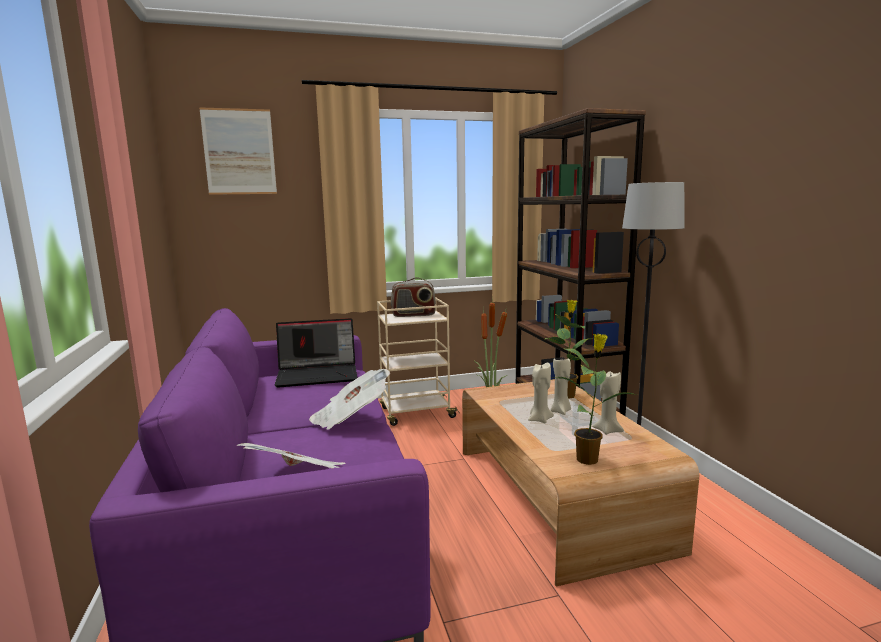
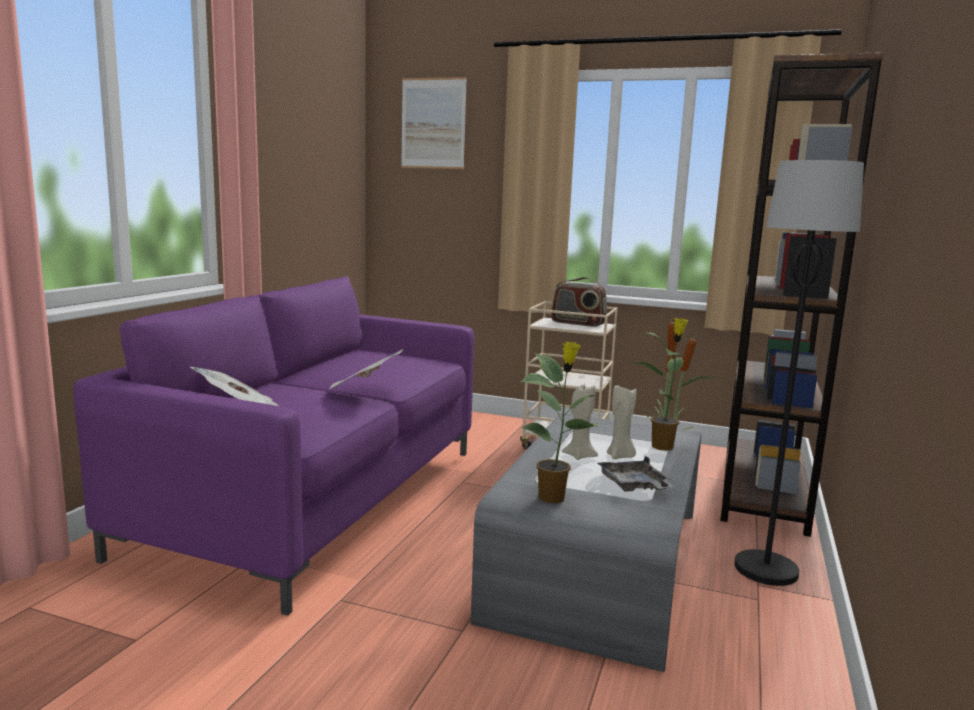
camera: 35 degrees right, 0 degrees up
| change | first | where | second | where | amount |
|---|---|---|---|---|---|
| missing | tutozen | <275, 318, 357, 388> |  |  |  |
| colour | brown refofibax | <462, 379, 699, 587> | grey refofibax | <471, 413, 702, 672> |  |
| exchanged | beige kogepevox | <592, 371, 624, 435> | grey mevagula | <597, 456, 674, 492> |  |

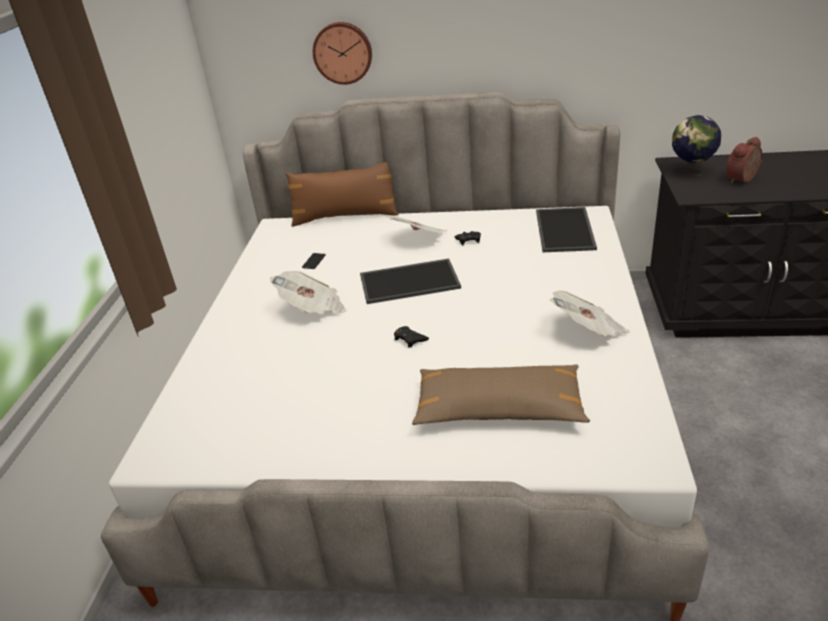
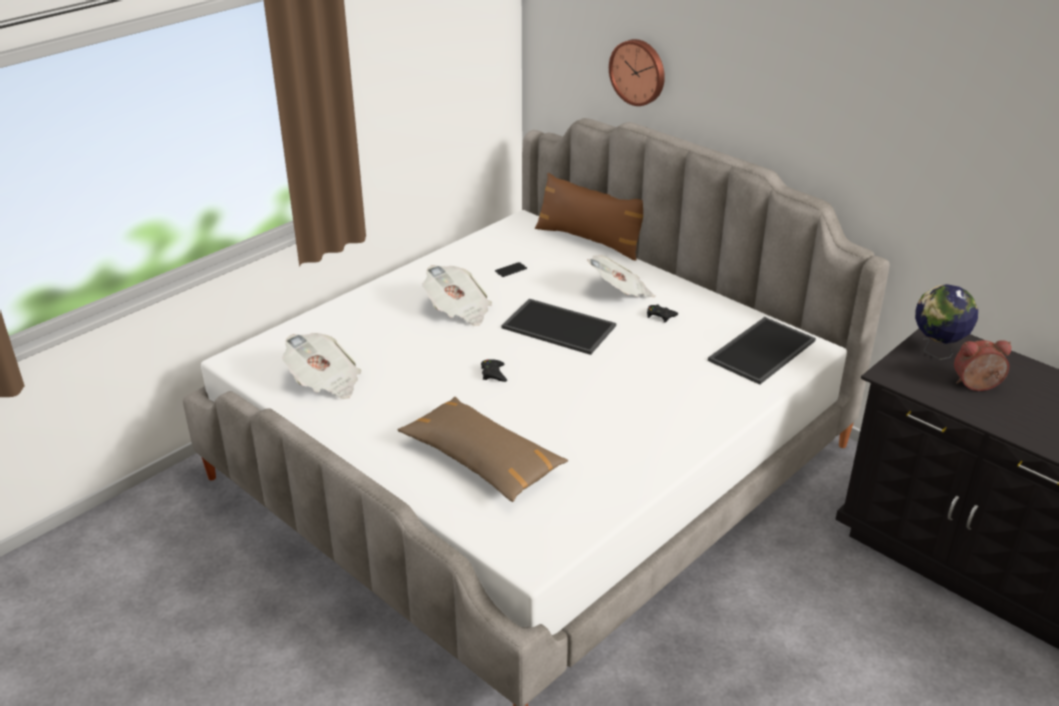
camera: 35 degrees right, 0 degrees up
| change | first | where | second | where | amount |
|---|---|---|---|---|---|
| relocated | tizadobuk | <550, 291, 630, 337> |  | <282, 333, 362, 399> |  |

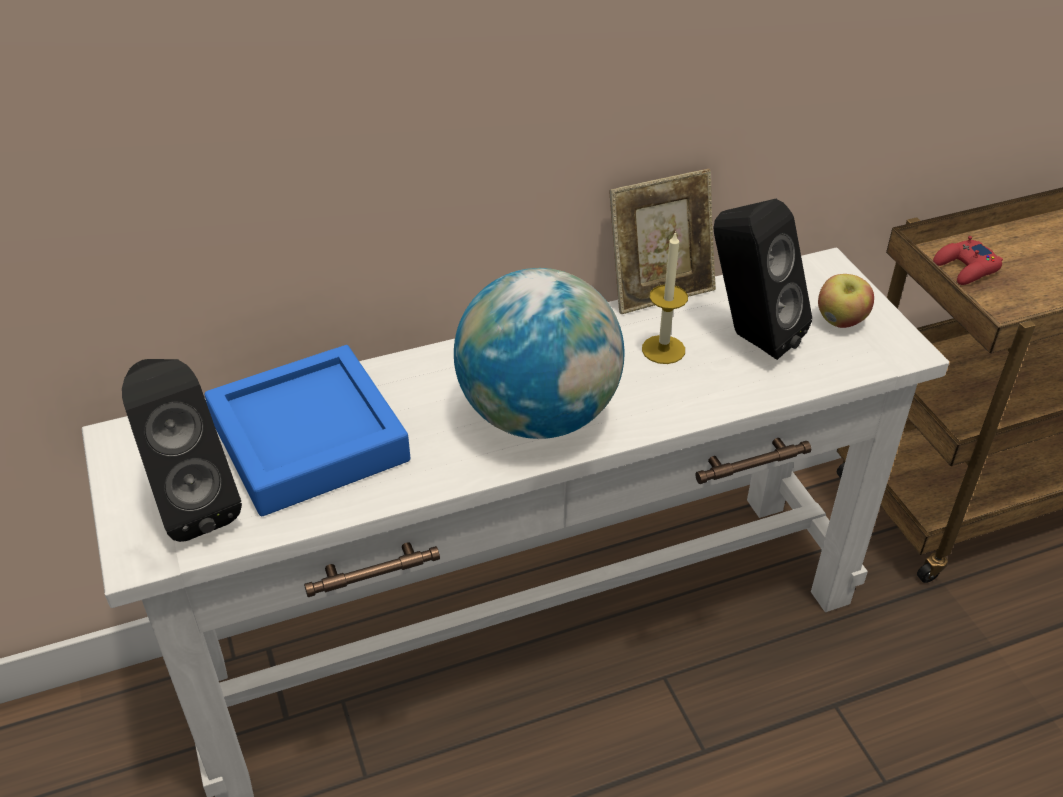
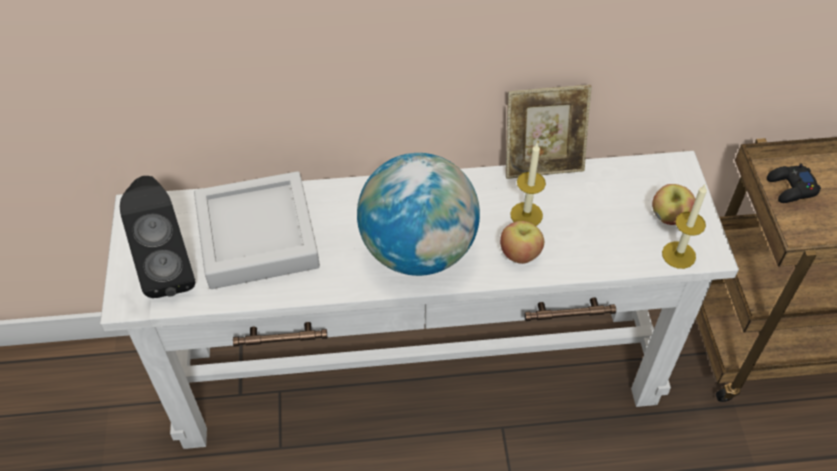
camera: 15 degrees right, 10 degrees up
| change | first | where | second | where | amount |
|---|---|---|---|---|---|
| colour | blue mevagula | <205, 345, 411, 516> | grey mevagula | <194, 171, 320, 289> |  |
| missing | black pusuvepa | <714, 199, 812, 360> |  |  |  |
| colour | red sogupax | <933, 236, 1003, 285> | black sogupax | <767, 163, 821, 203> |  |
| appeared |  |  | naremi | <500, 221, 544, 264> |  |
| appeared |  |  | kogepevox | <662, 185, 707, 269> |  |

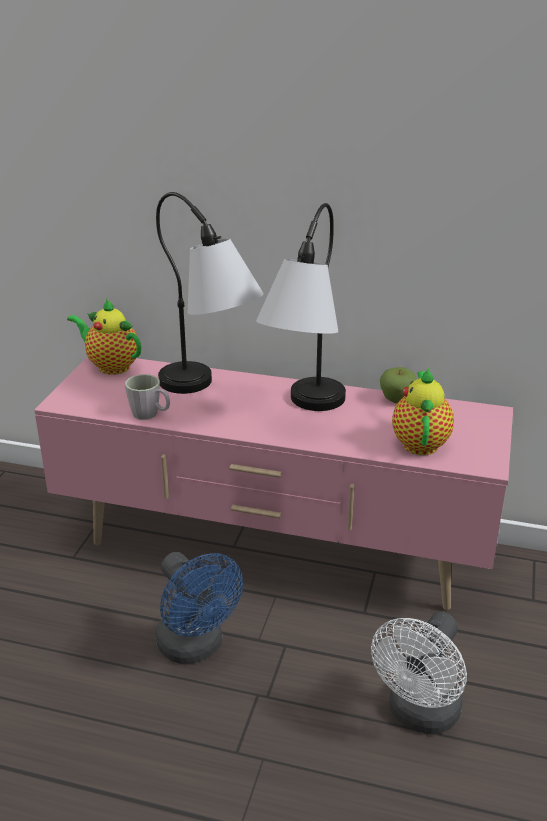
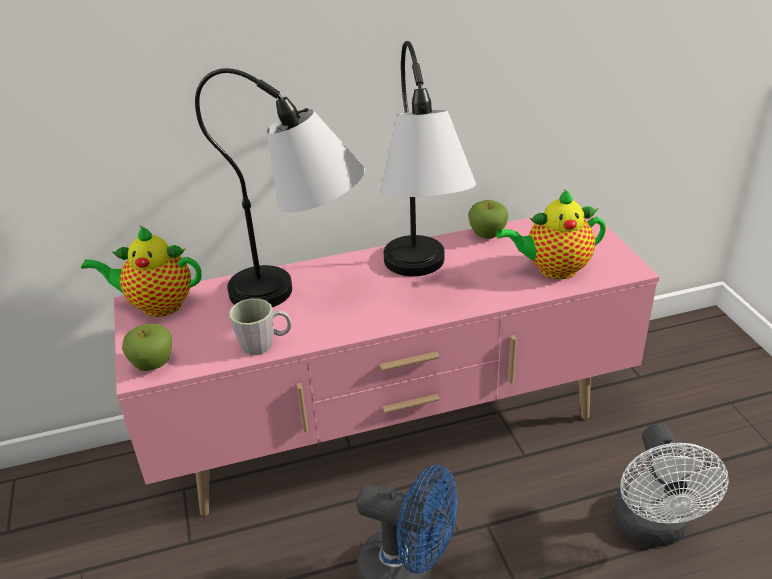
camera: 30 degrees left, 5 degrees up
| change | first | where | second | where | amount |
|---|---|---|---|---|---|
| spun | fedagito | <392, 367, 454, 455> |  | <496, 189, 606, 279> | 75 degrees counterclockwise |
| appeared |  |  | naremi | <122, 323, 172, 371> |  |

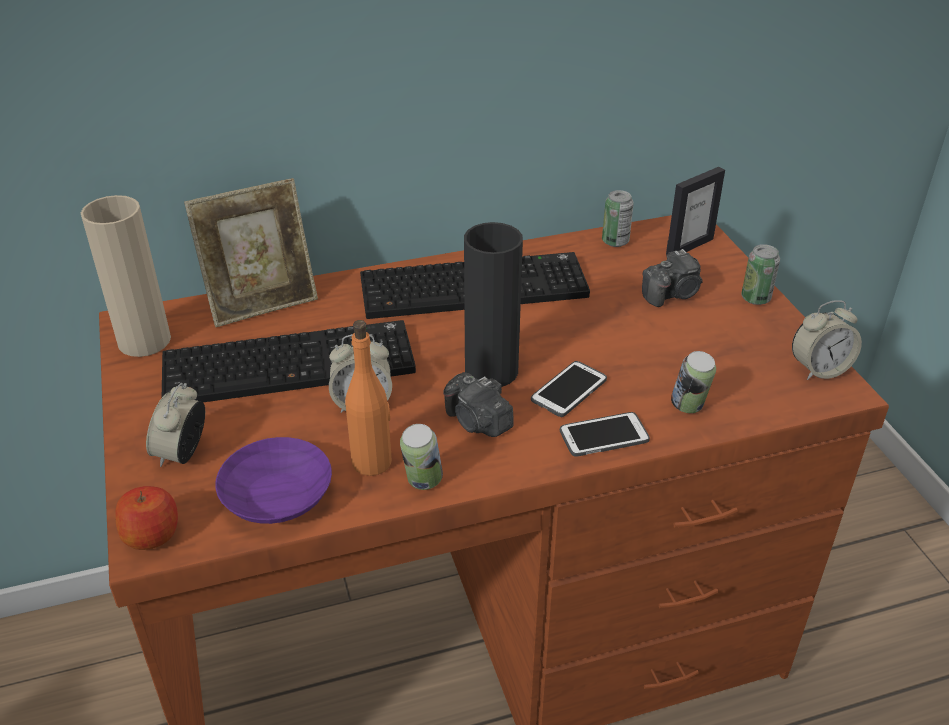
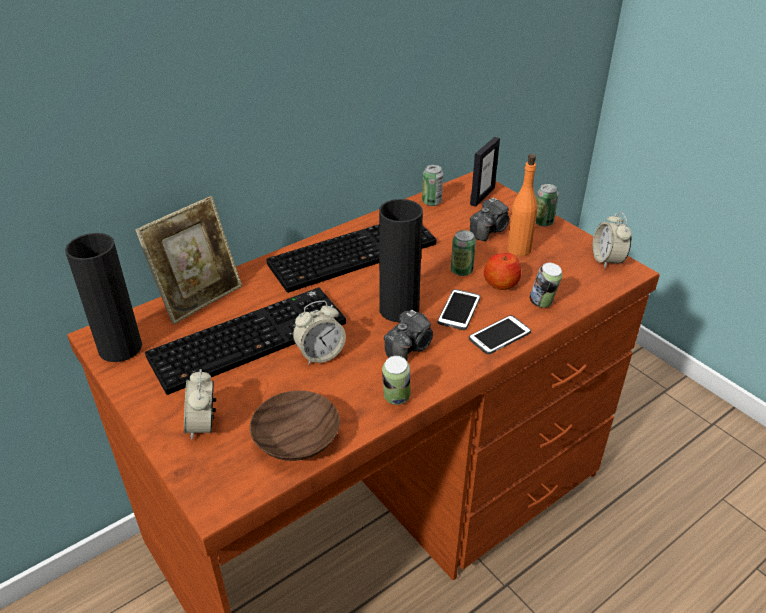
camera: 20 degrees left, 0 degrees up
| change | first | where | second | where | amount |
|---|---|---|---|---|---|
| colour | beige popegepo | <81, 195, 171, 357> | black popegepo | <65, 233, 142, 362> |  |
| relocated | naremi | <115, 486, 178, 550> |  | <484, 253, 521, 290> |  |
| colour | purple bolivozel | <215, 437, 332, 524> | brown bolivozel | <250, 391, 340, 461> |  |
| relocated | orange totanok | <345, 320, 392, 476> |  | <507, 154, 537, 256> |  |
| spun | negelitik | <443, 372, 514, 437> |  | <384, 310, 433, 361> | 75 degrees counterclockwise |
| spun | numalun | <792, 300, 862, 380> |  | <592, 212, 632, 268> | 120 degrees clockwise |
| appeared |  |  | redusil | <451, 230, 476, 276> |  |

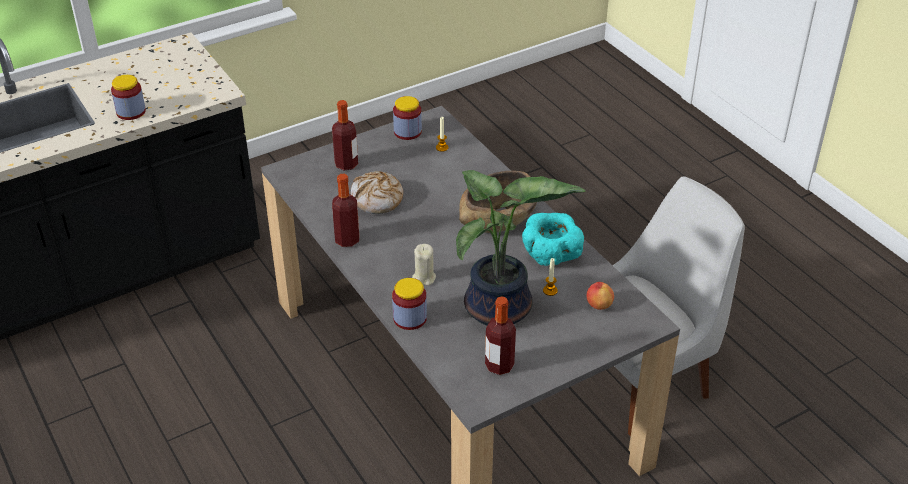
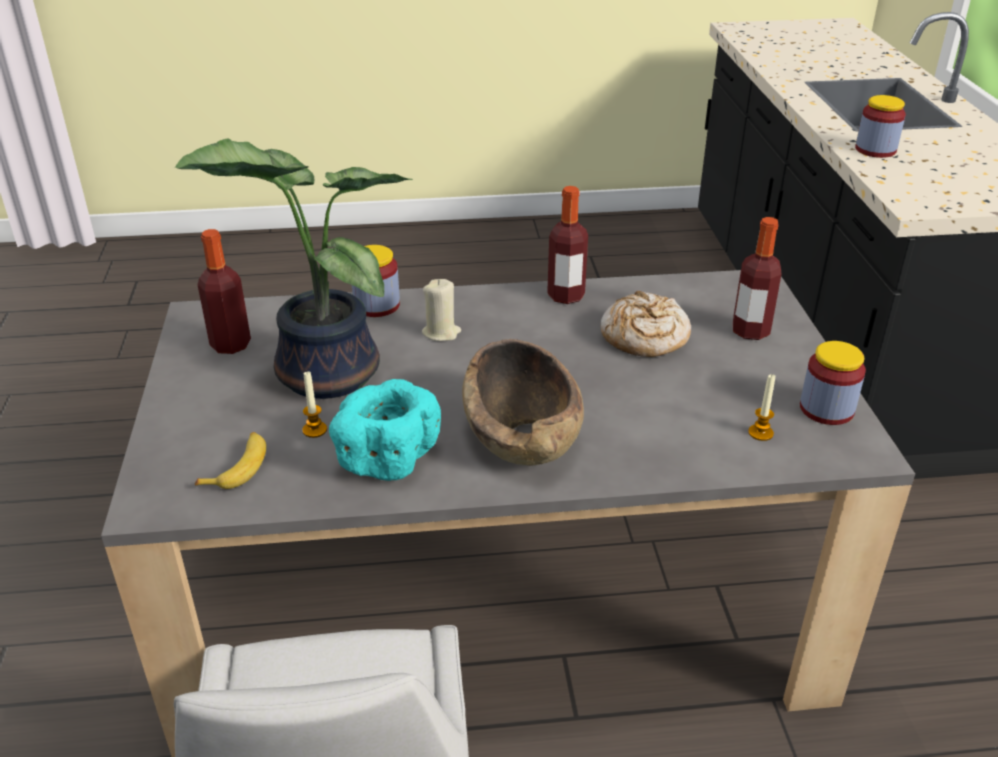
camera: 115 degrees right, 5 degrees down
| change | first | where | second | where | amount |
|---|---|---|---|---|---|
| exchanged | naremi | <587, 282, 614, 310> | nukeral | <195, 432, 266, 489> |  |

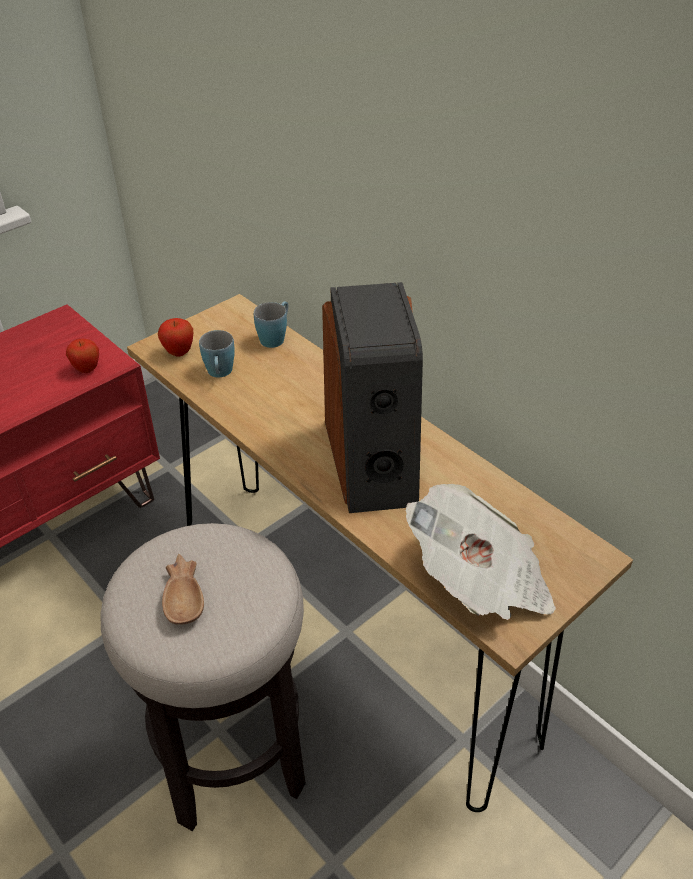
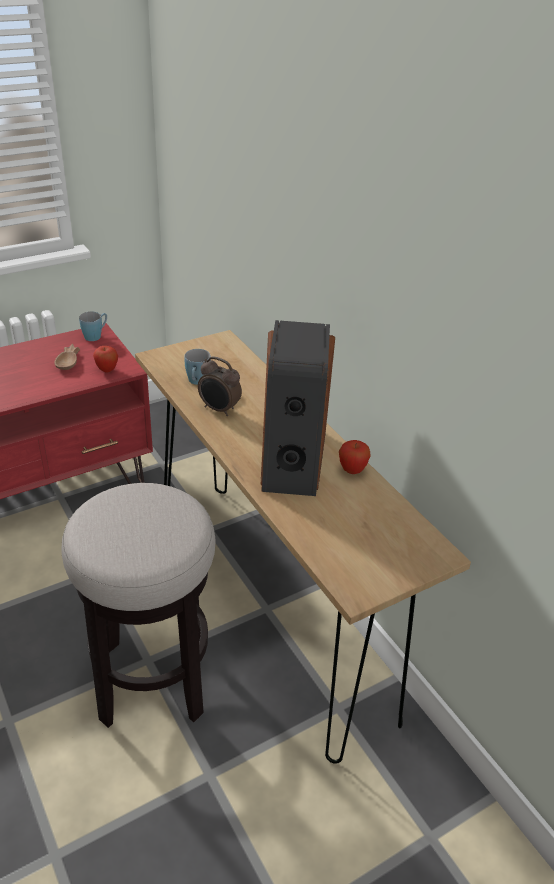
camera: 10 degrees right, 5 degrees down
| change | first | where | second | where | amount |
|---|---|---|---|---|---|
| relocated | naremi | <158, 318, 193, 357> |  | <339, 440, 371, 474> |  |
| relocated | brown bolivozel | <162, 554, 204, 625> |  | <54, 344, 80, 370> |  |
| relocated | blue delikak | <254, 301, 288, 348> |  | <79, 312, 107, 341> |  |
| missing | tizadobuk | <406, 484, 556, 620> |  |  |  |
| appeared |  |  | numalun | <198, 356, 242, 416> |  |

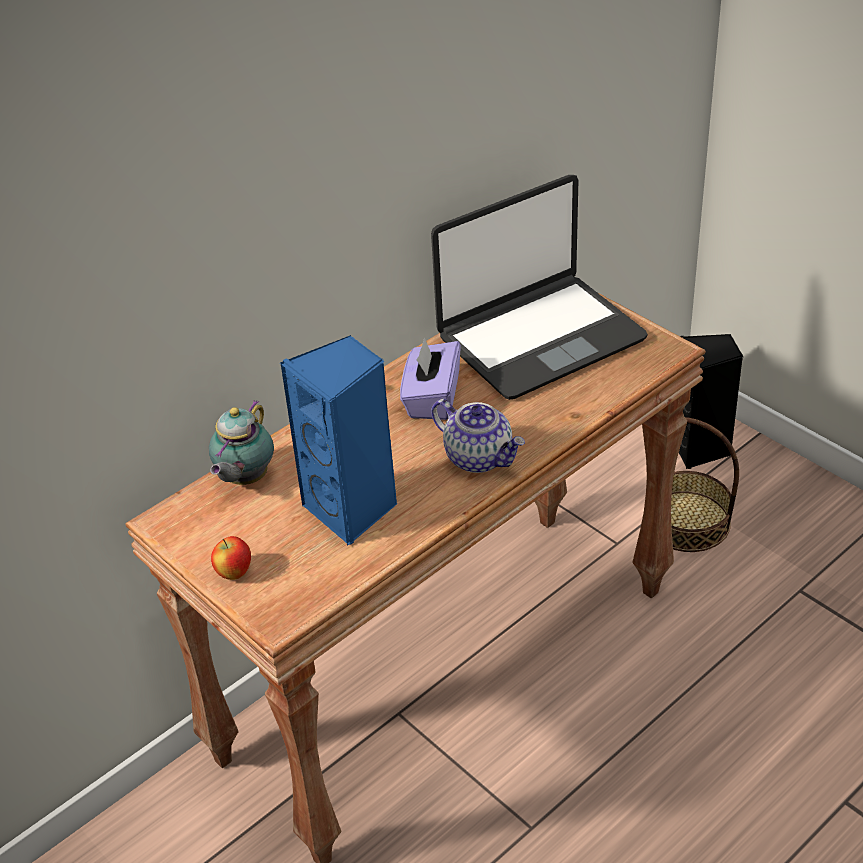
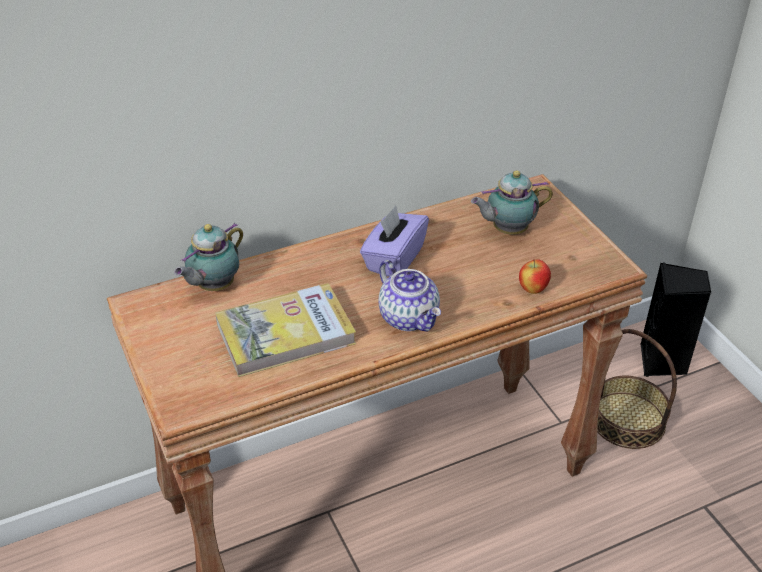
camera: 15 degrees right, 0 degrees up
| change | first | where | second | where | amount |
|---|---|---|---|---|---|
| relocated | naremi | <211, 536, 251, 580> |  | <519, 259, 551, 294> |  |
| exchanged | blue pusuvepa | <280, 335, 398, 546> | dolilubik | <215, 283, 356, 377> |  |
| exchanged | tutozen | <431, 175, 648, 400> | fedagito | <471, 170, 553, 235> |  |

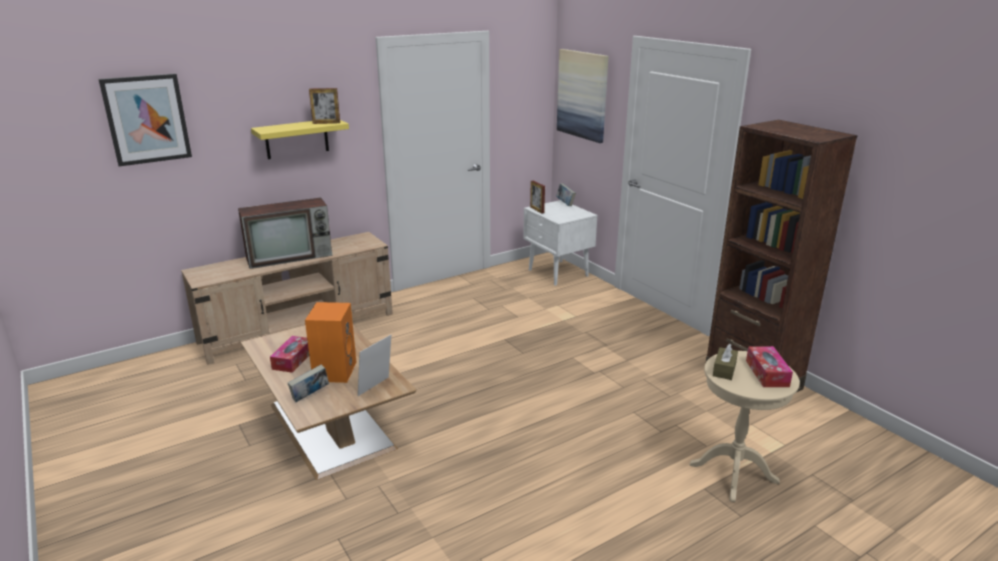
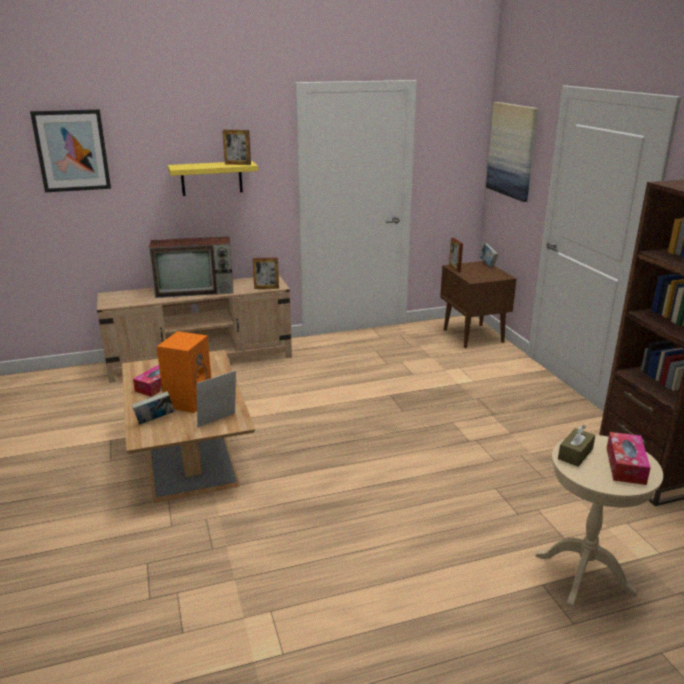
camera: 15 degrees right, 0 degrees up
| change | first | where | second | where | amount |
|---|---|---|---|---|---|
| colour | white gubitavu | <523, 200, 597, 286> | brown gubitavu | <440, 261, 517, 348> |  |
| appeared |  |  | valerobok | <253, 258, 279, 289> |  |

